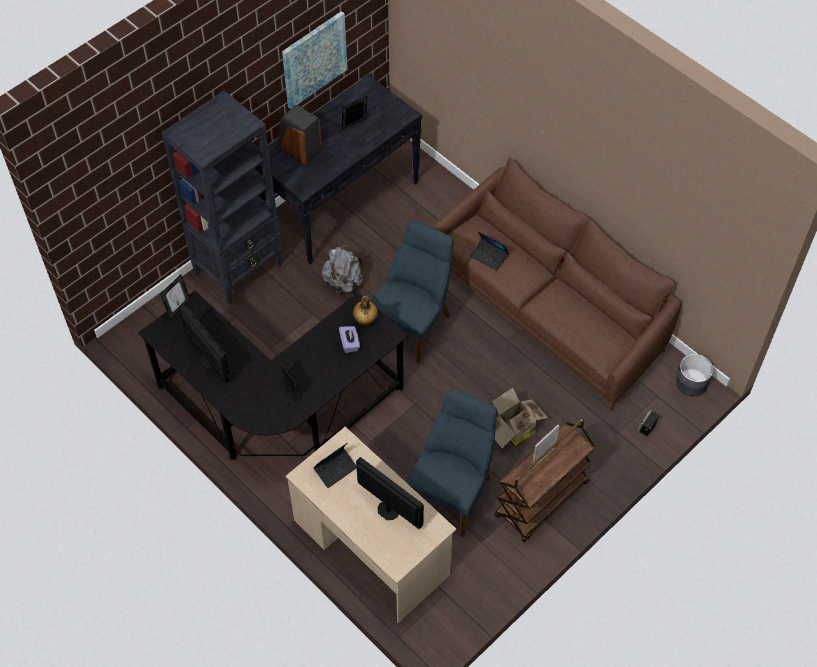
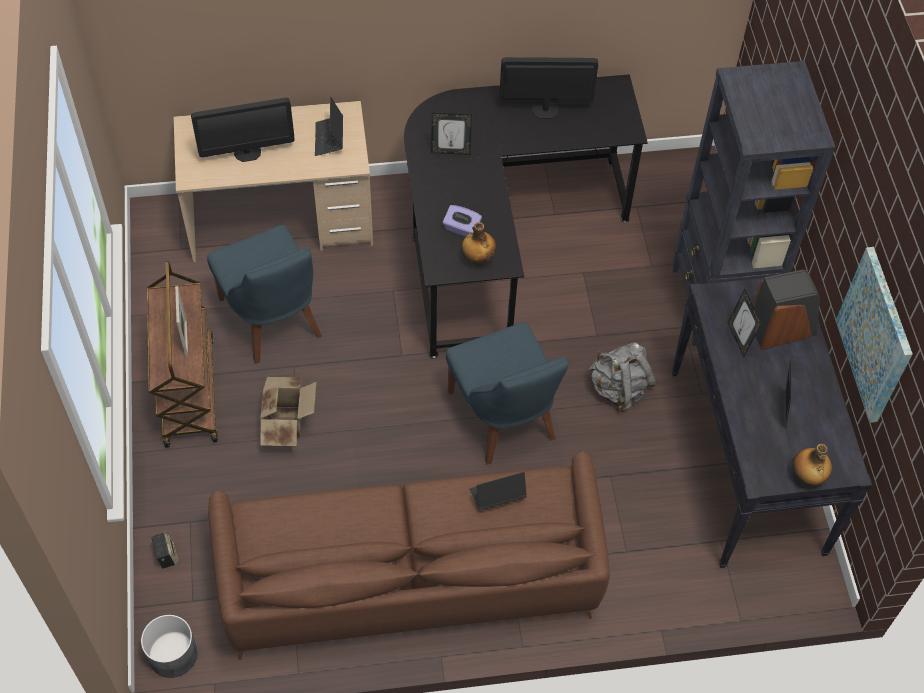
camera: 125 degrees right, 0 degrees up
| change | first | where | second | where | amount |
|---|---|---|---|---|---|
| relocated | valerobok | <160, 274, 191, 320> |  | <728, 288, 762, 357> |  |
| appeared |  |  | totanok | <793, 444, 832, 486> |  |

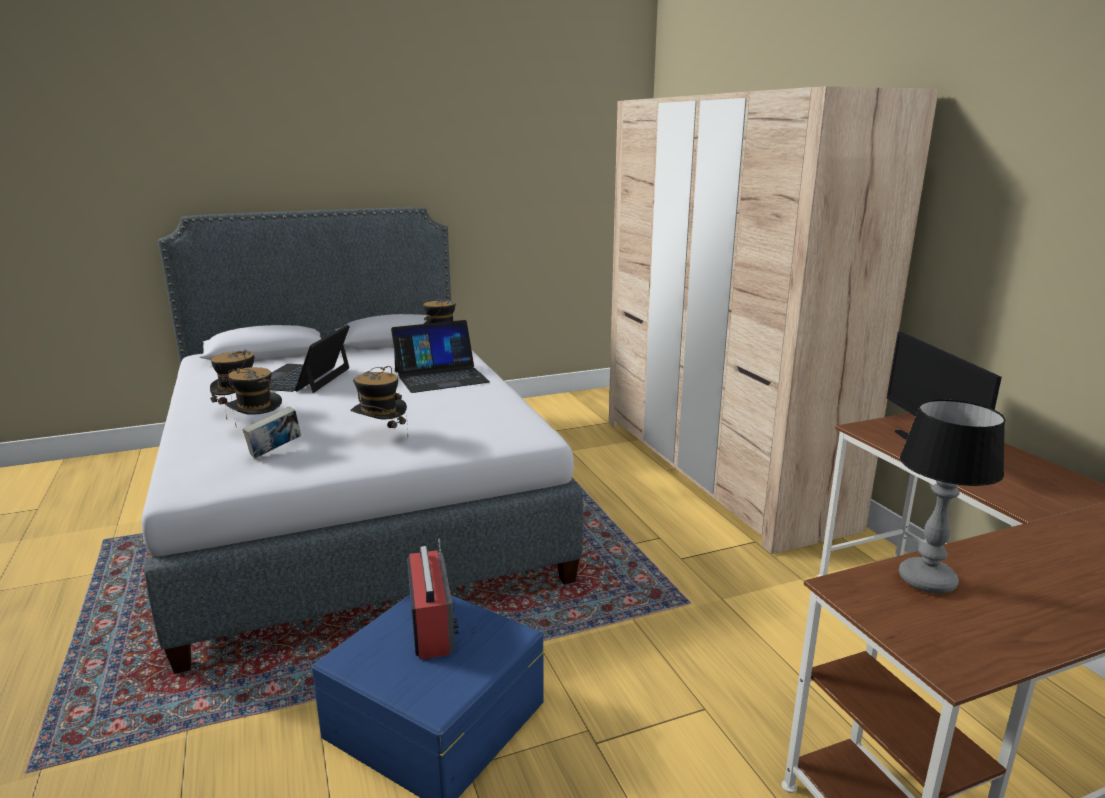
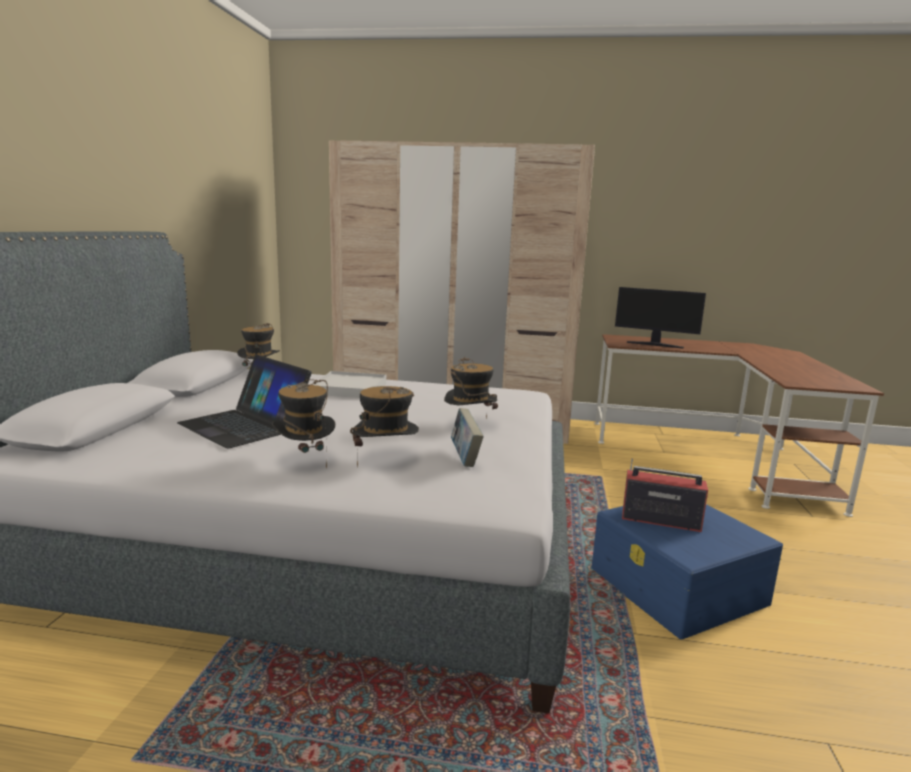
camera: 60 degrees left, 5 degrees down
| change | first | where | second | where | amount |
|---|---|---|---|---|---|
| exchanged | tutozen | <391, 320, 490, 393> | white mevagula | <313, 371, 386, 398> |  |
| missing | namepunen | <899, 399, 1005, 594> |  |  |  |

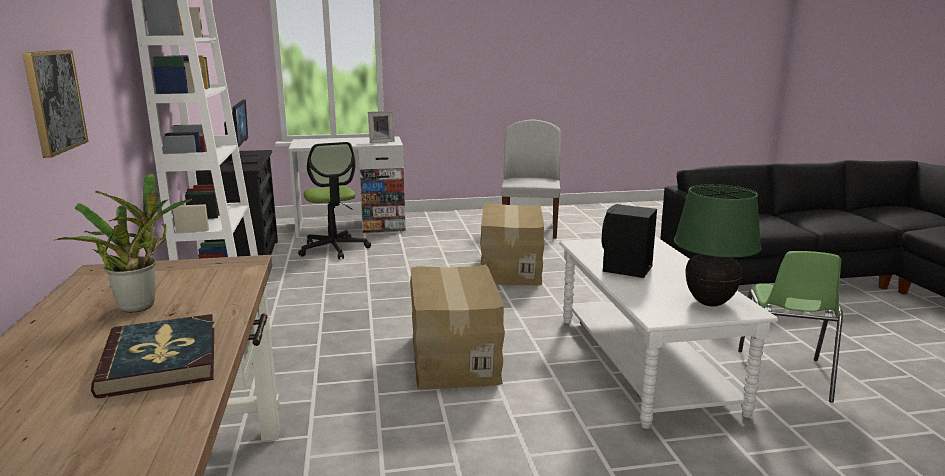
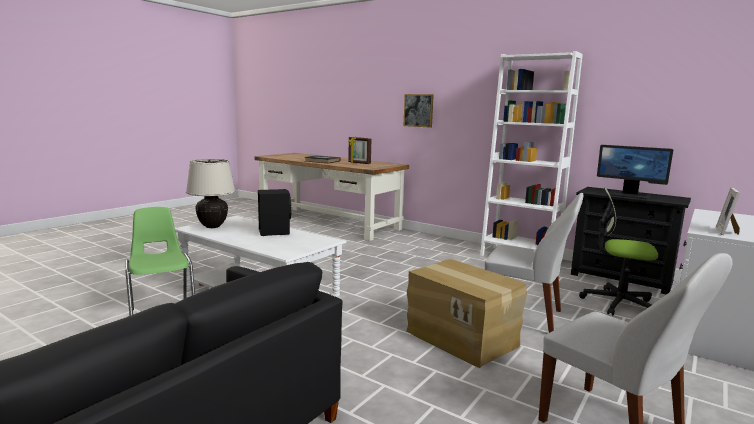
camera: 135 degrees right, 5 degrees down
| change | first | where | second | where | amount |
|---|---|---|---|---|---|
| exchanged | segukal | <53, 173, 192, 313> | valerobok | <348, 137, 371, 164> |  |
| missing | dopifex | <410, 264, 505, 390> |  |  |  |
| colour | green namepunen | <674, 184, 762, 307> | beige namepunen | <186, 159, 236, 228> |  |
| appeared |  |  | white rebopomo | <485, 193, 583, 333> |  |

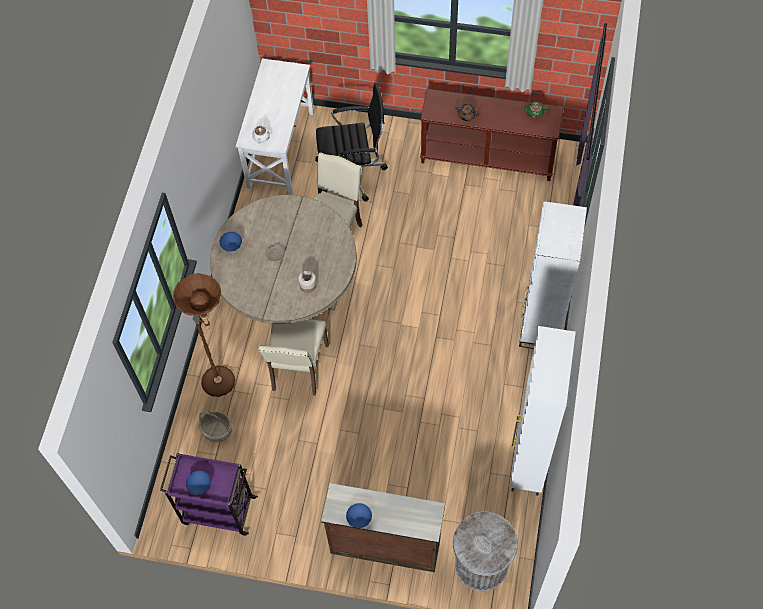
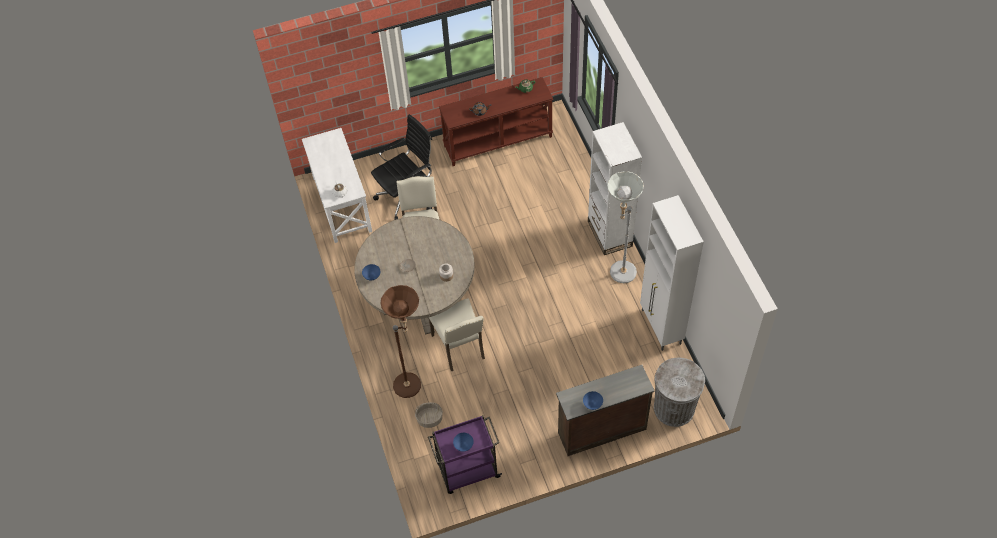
camera: 30 degrees left, 5 degrees down
| change | first | where | second | where | amount |
|---|---|---|---|---|---|
| appeared |  |  | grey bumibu | <607, 171, 644, 284> |  |

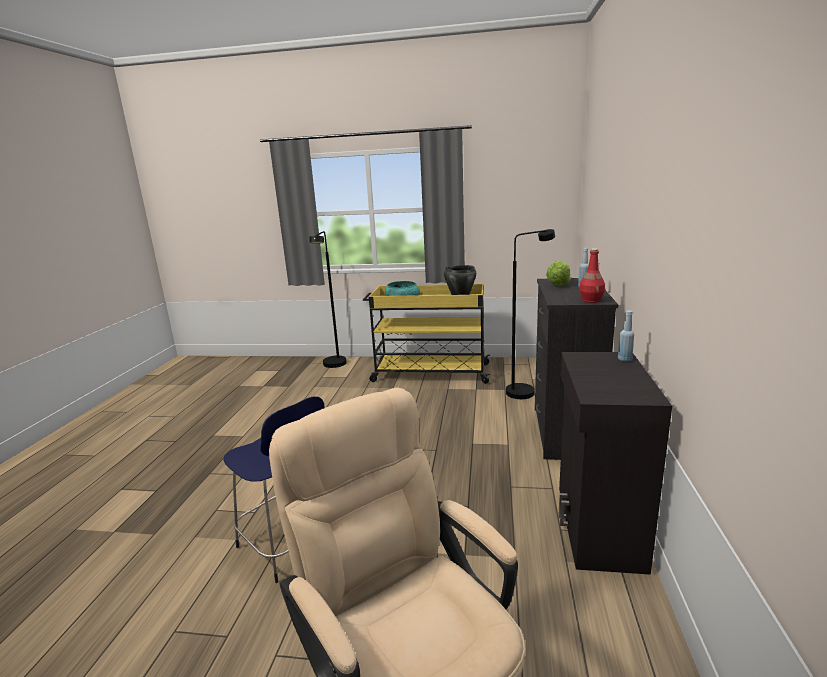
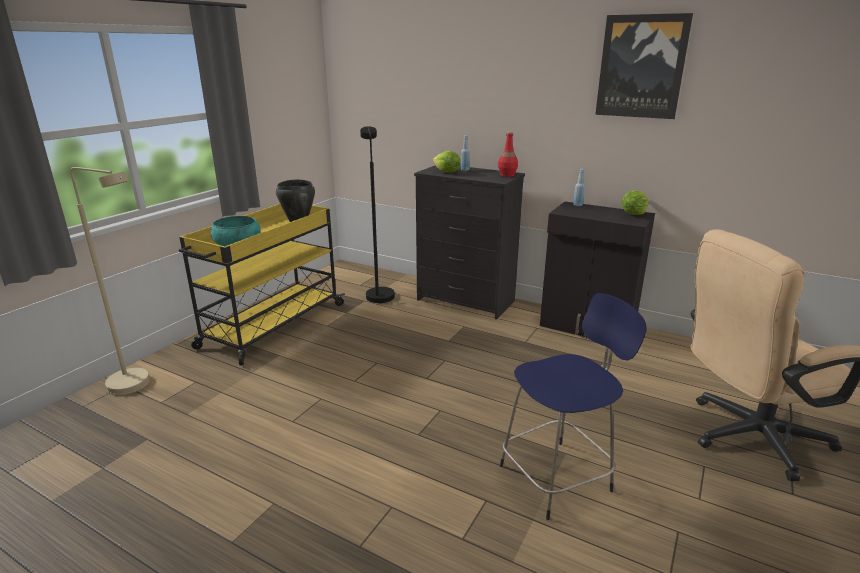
camera: 70 degrees left, 5 degrees up
| change | first | where | second | where | amount |
|---|---|---|---|---|---|
| colour | black bumibu | <309, 231, 347, 368> | beige bumibu | <70, 167, 150, 395> |  |
| appeared |  |  | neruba | <595, 13, 693, 119> |  |
| appeared |  |  | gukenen | <621, 191, 648, 215> |  |

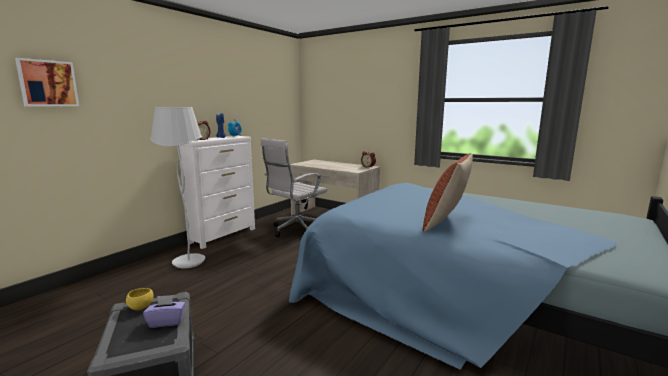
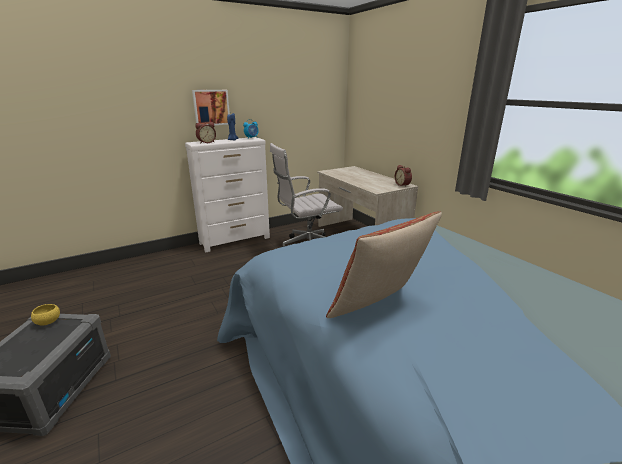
camera: 25 degrees right, 10 degrees up
| change | first | where | second | where | amount |
|---|---|---|---|---|---|
| relocated | neruba | <15, 58, 79, 106> |  | <192, 90, 230, 125> |  |
| missing | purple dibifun | <143, 295, 186, 328> |  |  |  |
| missing | white bumibu | <150, 107, 205, 269> |  |  |  |

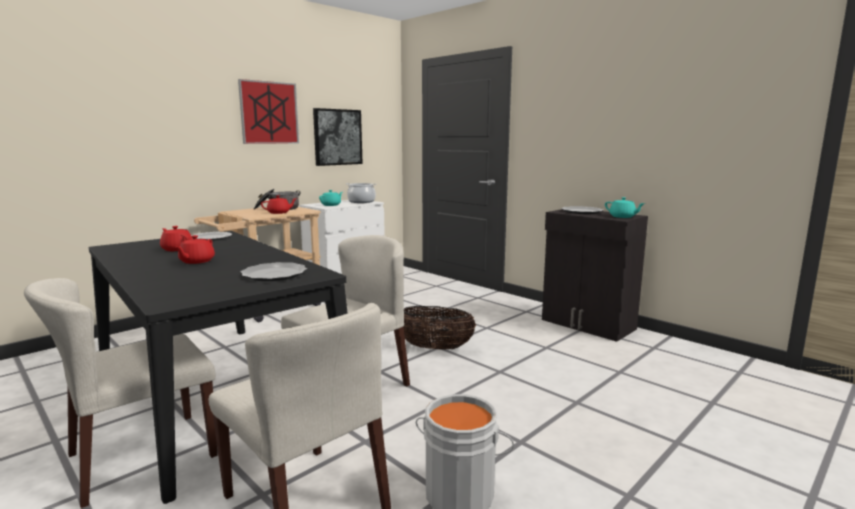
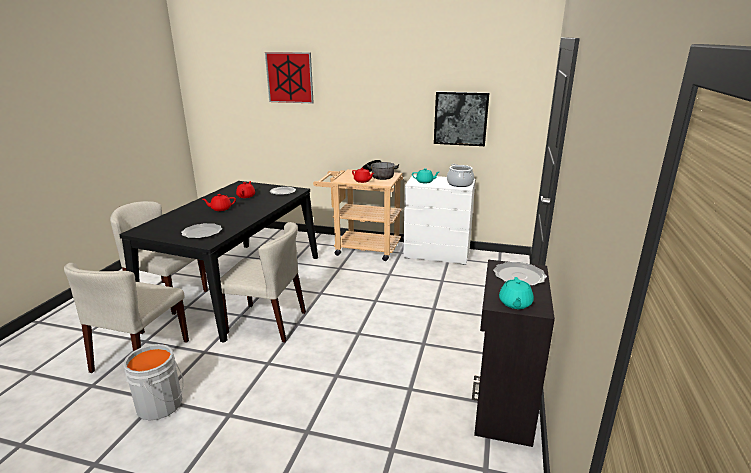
camera: 60 degrees right, 10 degrees up
| change | first | where | second | where | amount |
|---|---|---|---|---|---|
| relocated | neruba | <238, 79, 299, 144> |  | <265, 52, 314, 104> |  |
| missing | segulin | <403, 306, 476, 350> |  |  |  |

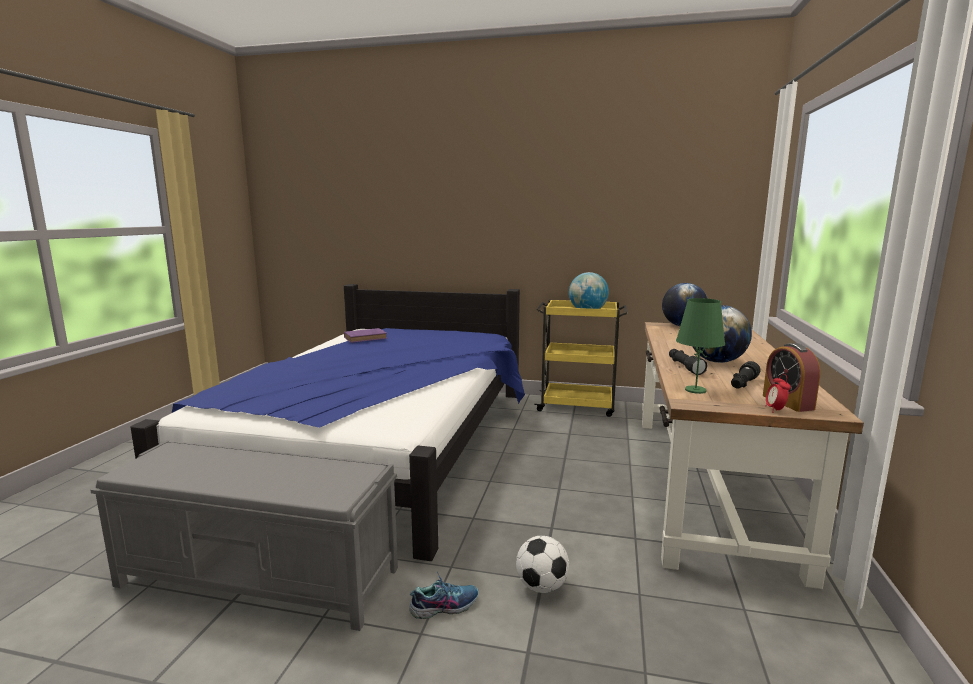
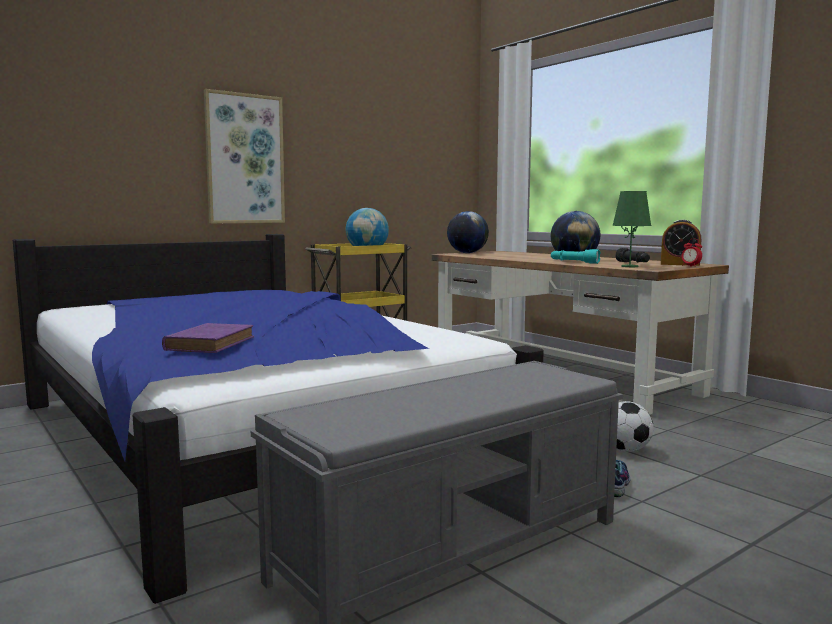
camera: 50 degrees left, 5 degrees down
| change | first | where | second | where | amount |
|---|---|---|---|---|---|
| relocated | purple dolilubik | <344, 328, 387, 343> |  | <162, 323, 254, 353> |  |
| colour | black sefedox | <669, 349, 707, 375> | turquoise sefedox | <551, 249, 601, 264> |  |
| appeared |  |  | neruba | <204, 89, 285, 223> |  |

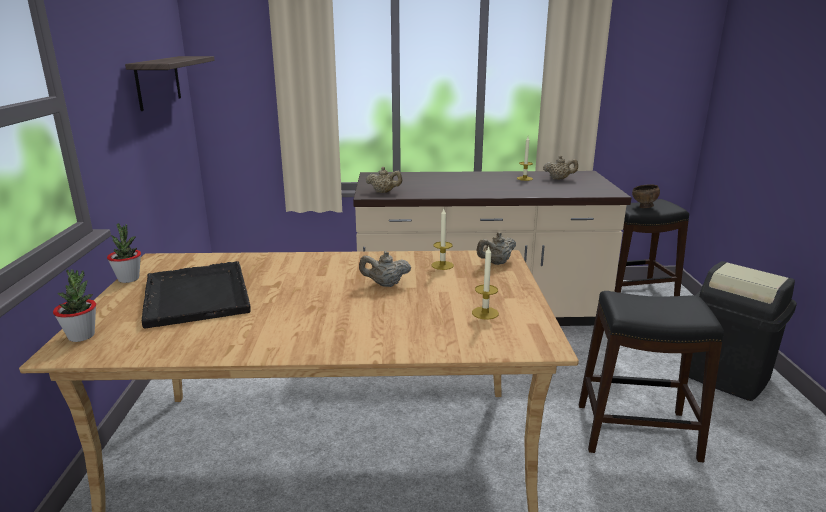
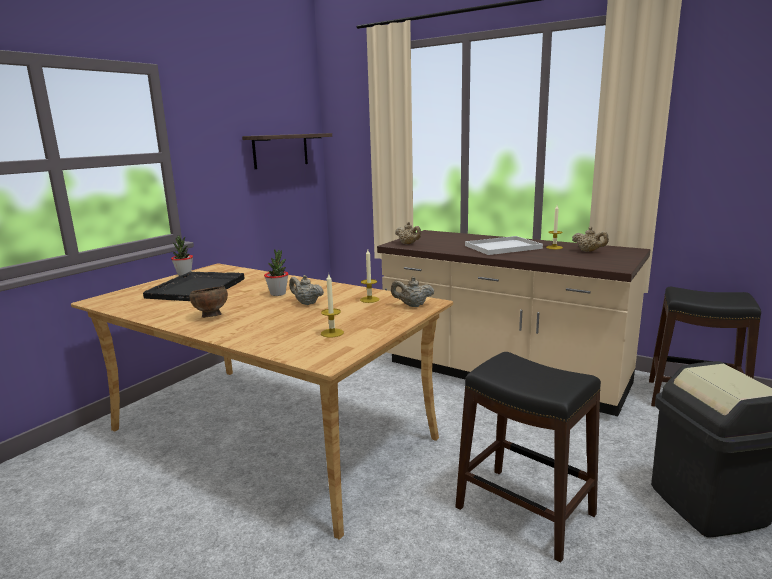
camera: 35 degrees right, 5 degrees down
| change | first | where | second | where | amount |
|---|---|---|---|---|---|
| relocated | segukal | <53, 269, 96, 342> |  | <264, 249, 289, 296> |  |
| relocated | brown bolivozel | <632, 184, 660, 208> |  | <190, 287, 228, 318> |  |
| appeared |  |  | white mevagula | <465, 236, 543, 255> |  |

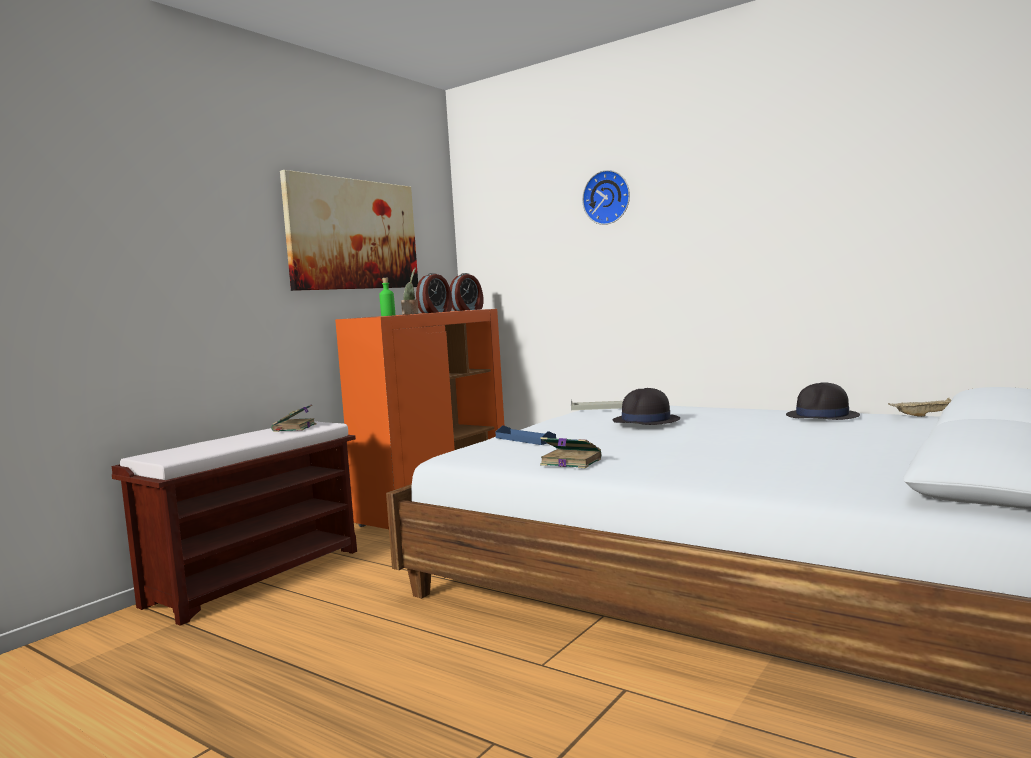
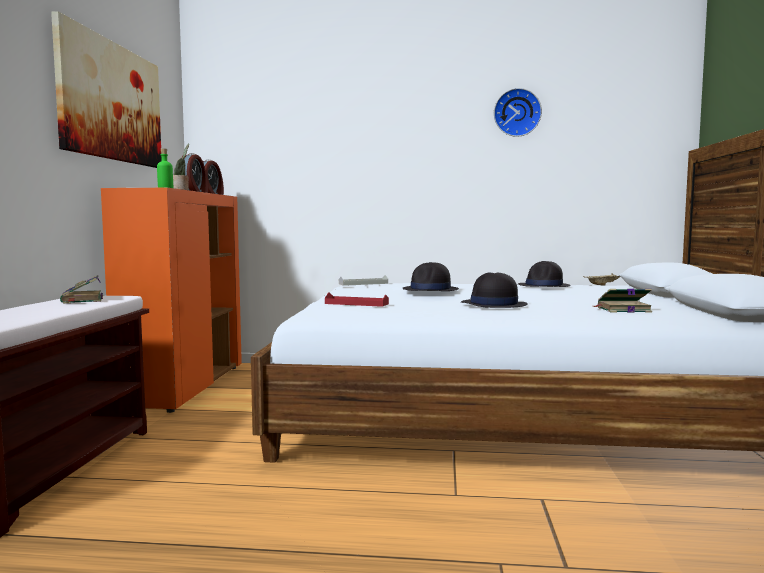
camera: 30 degrees left, 0 degrees up
| change | first | where | second | where | amount |
|---|---|---|---|---|---|
| colour | blue mevagula | <495, 425, 556, 445> | red mevagula | <325, 292, 389, 307> |  |
| relocated | dolilubik | <540, 437, 601, 468> |  | <594, 289, 652, 313> |  |
| relocated | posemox | <582, 170, 630, 225> |  | <494, 88, 542, 137> |  |
| appeared |  |  | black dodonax | <461, 272, 528, 308> |  |

